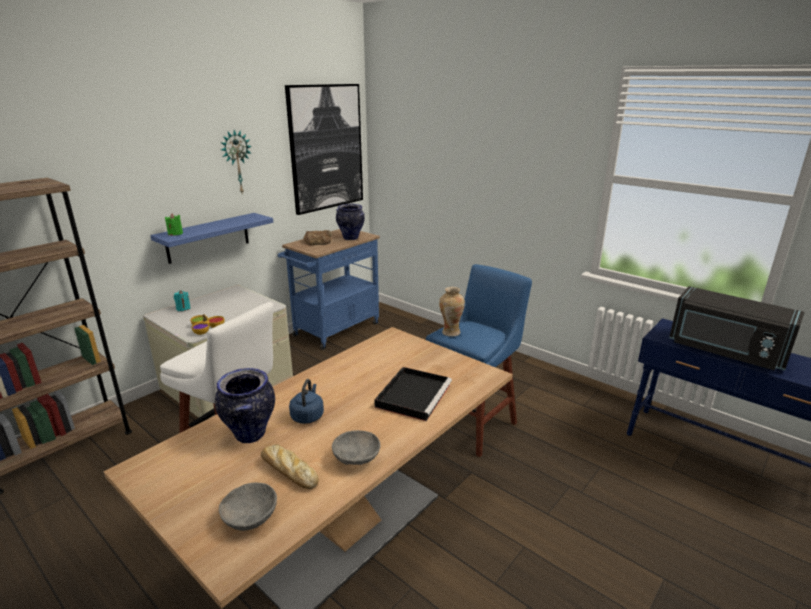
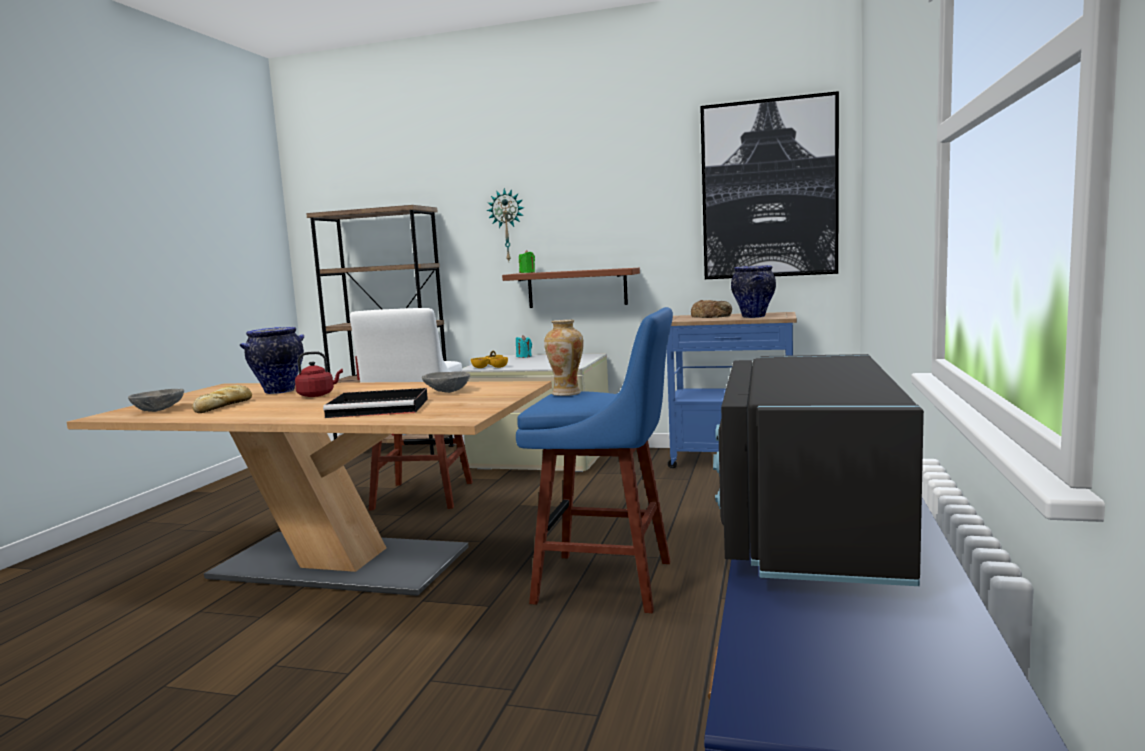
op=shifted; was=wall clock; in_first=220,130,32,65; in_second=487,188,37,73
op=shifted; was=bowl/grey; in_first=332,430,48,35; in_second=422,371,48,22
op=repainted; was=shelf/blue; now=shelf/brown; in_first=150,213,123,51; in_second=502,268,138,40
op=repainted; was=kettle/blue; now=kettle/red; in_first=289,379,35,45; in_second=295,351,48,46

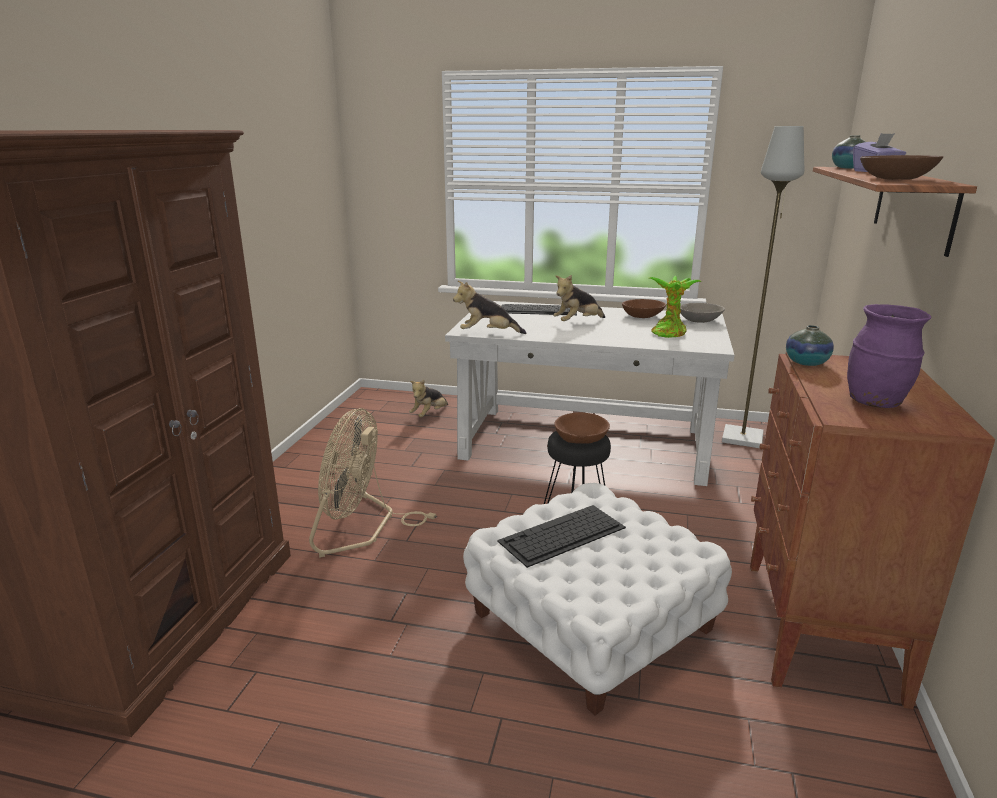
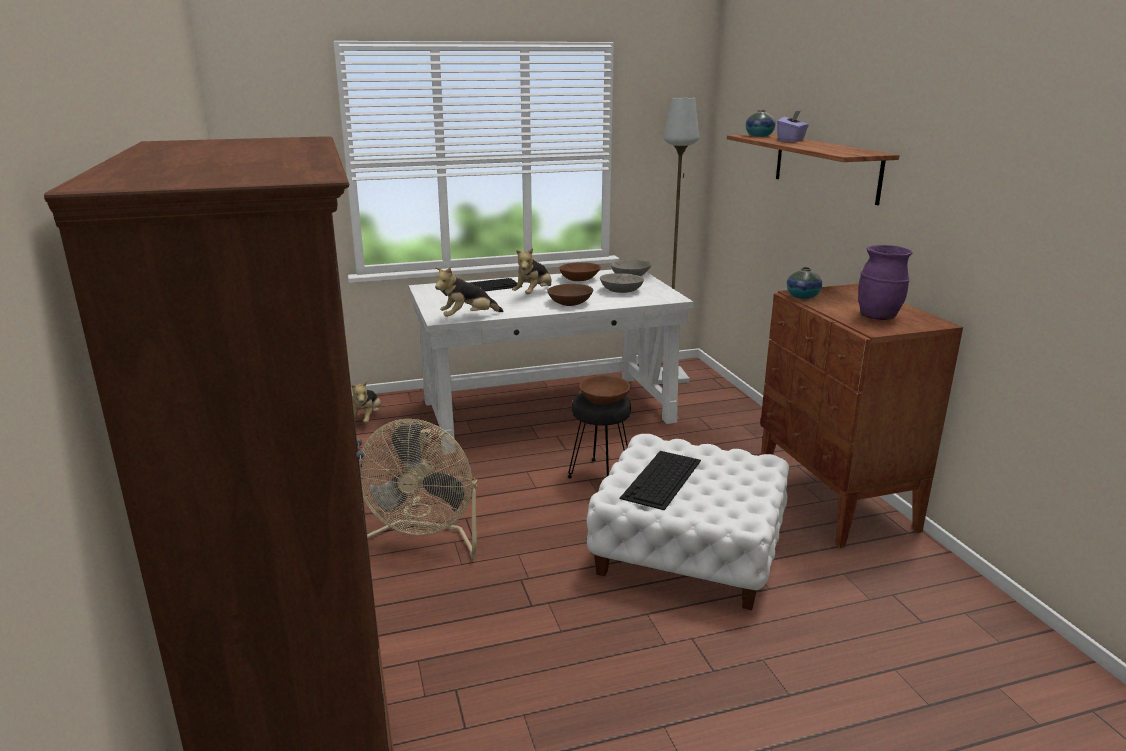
op=shifted; was=bowl/brown; in_first=860,155,83,25; in_second=547,284,46,22
op=swapped; was=potted plant; now=bowl/grey; in_first=649,276,53,62; in_second=600,273,44,20
op=rotated; was=fan/beige; in_first=309,408,129,150; in_second=359,419,119,140; clockwise=-60

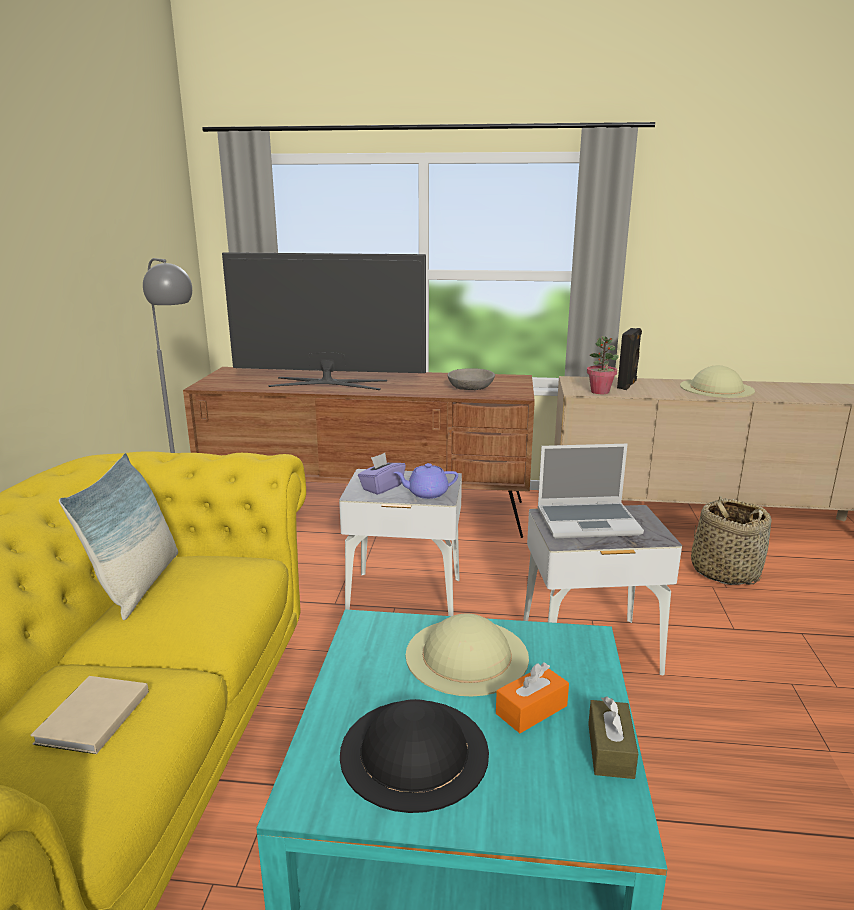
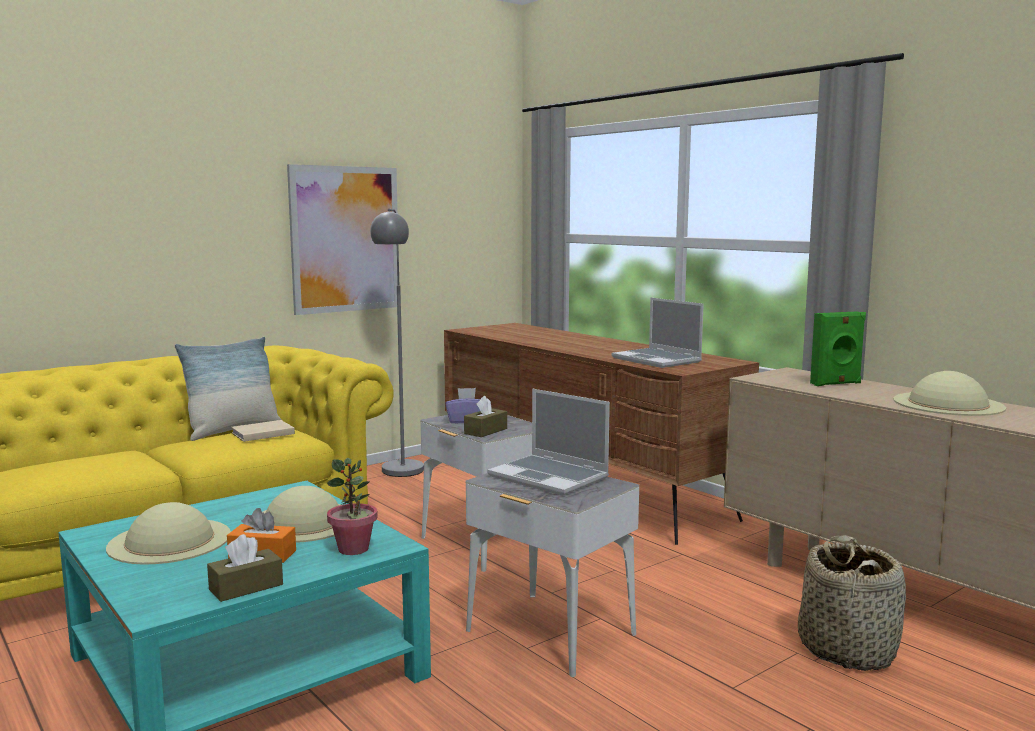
op=gone; was=television; in_first=222,252,204,138
op=new; now=picture; in_second=287,164,111,151
op=shifted; was=book/beige; in_first=30,676,119,78; in_second=231,420,64,22
op=shifted; was=potted plant; in_first=587,336,32,58; in_second=327,458,51,97
op=swapped; was=teapot/purple; now=tissue box/brown; in_first=394,463,64,36; in_second=464,396,43,41
op=swapped; was=bowl/grey; now=laptop; in_first=447,368,48,22; in_second=612,298,92,70
op=repainted; was=hat/black; now=hat/beige; in_first=340,699,149,114; in_second=106,502,125,63
op=repainted; was=speaker/black; now=speaker/green; in_first=617,328,25,62; in_second=810,311,56,75

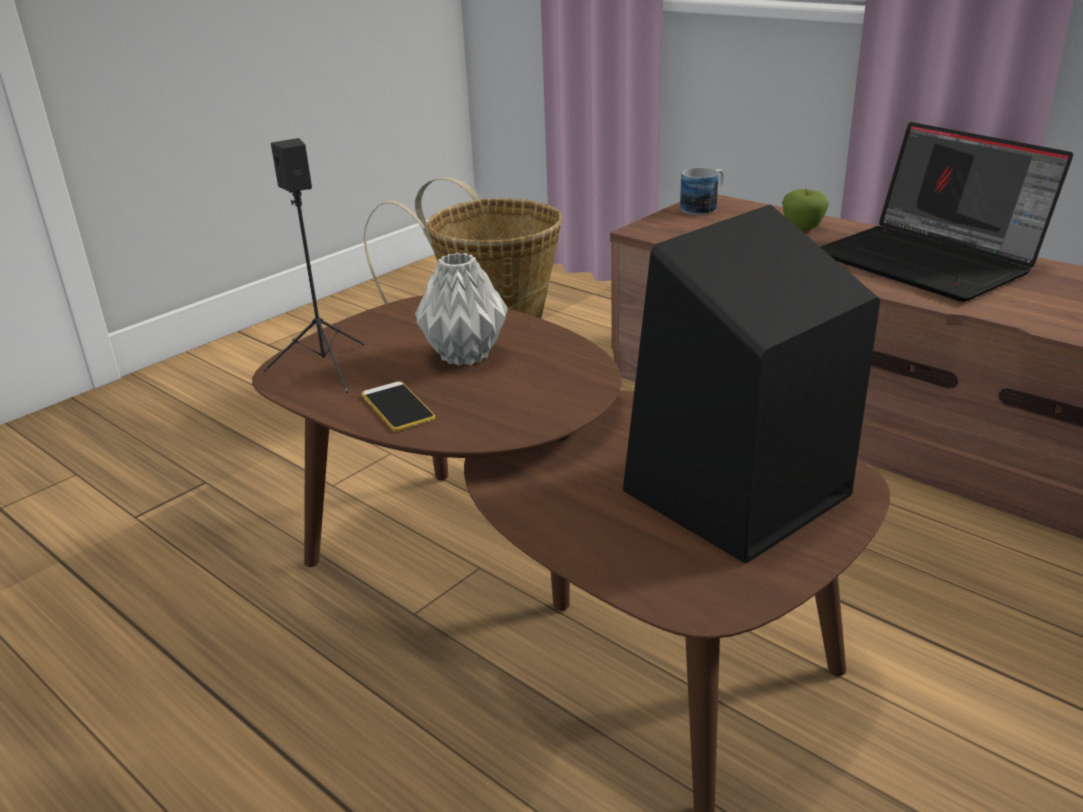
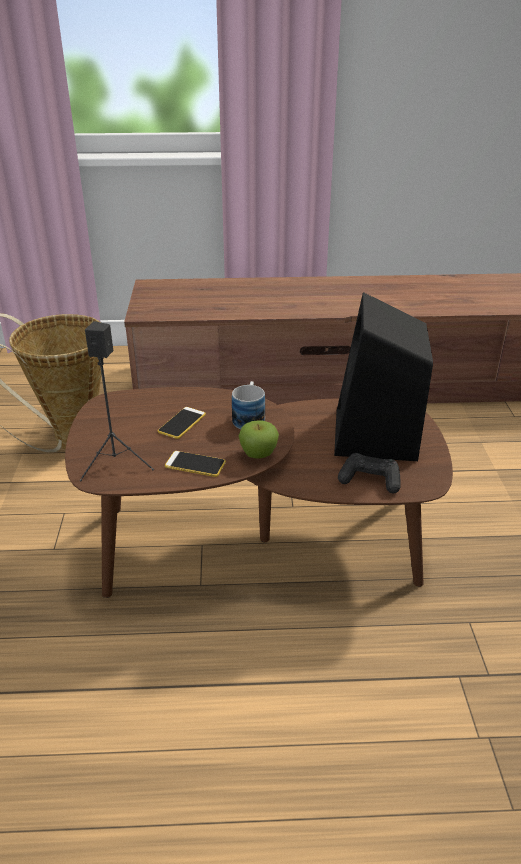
op=gone; was=laptop; in_first=820,122,253,180
op=new; now=game controller/black; in_second=338,453,62,40
op=shifted; was=mug; in_first=680,168,44,47; in_second=232,381,33,48
op=shifted; was=apple; in_first=782,189,47,42; in_second=239,421,40,38
op=swapped; was=vase/grey; now=phone; in_first=415,253,93,113; in_second=158,407,48,32

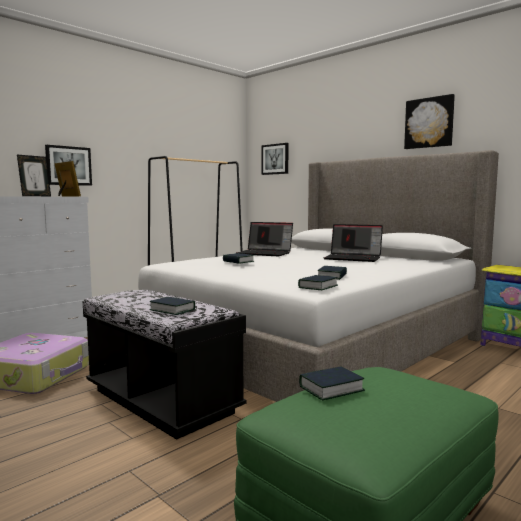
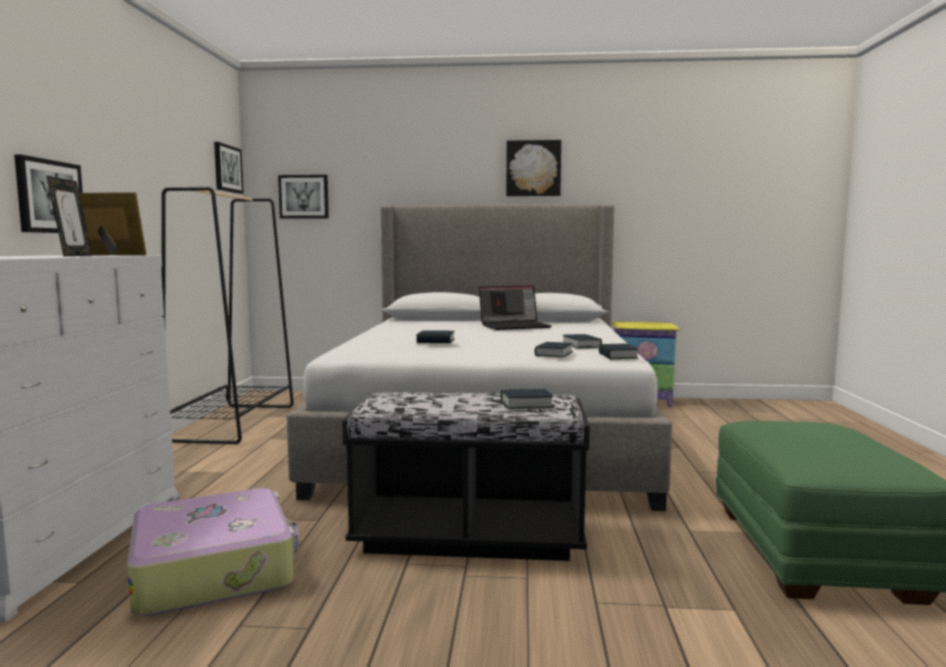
op=gone; was=laptop; in_first=236,222,57,34
op=new; now=picture; in_second=214,142,30,52
op=shifted; was=book; in_first=299,366,66,34; in_second=535,342,38,16

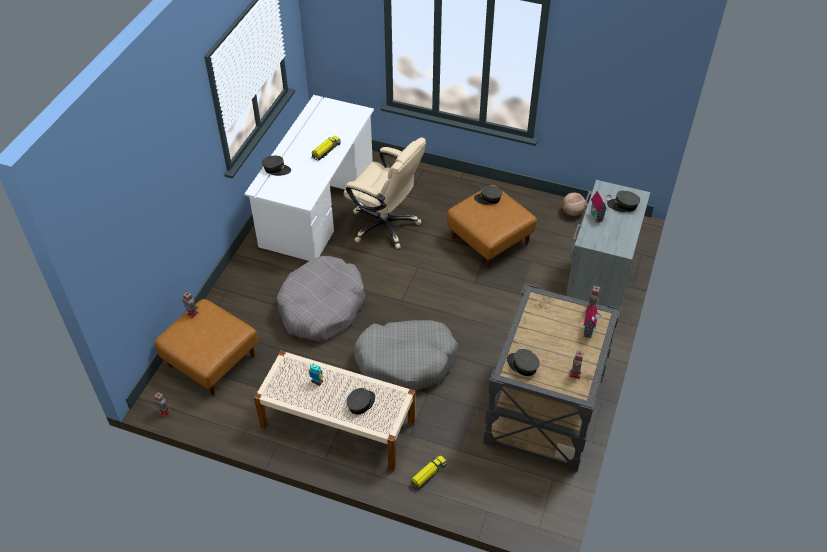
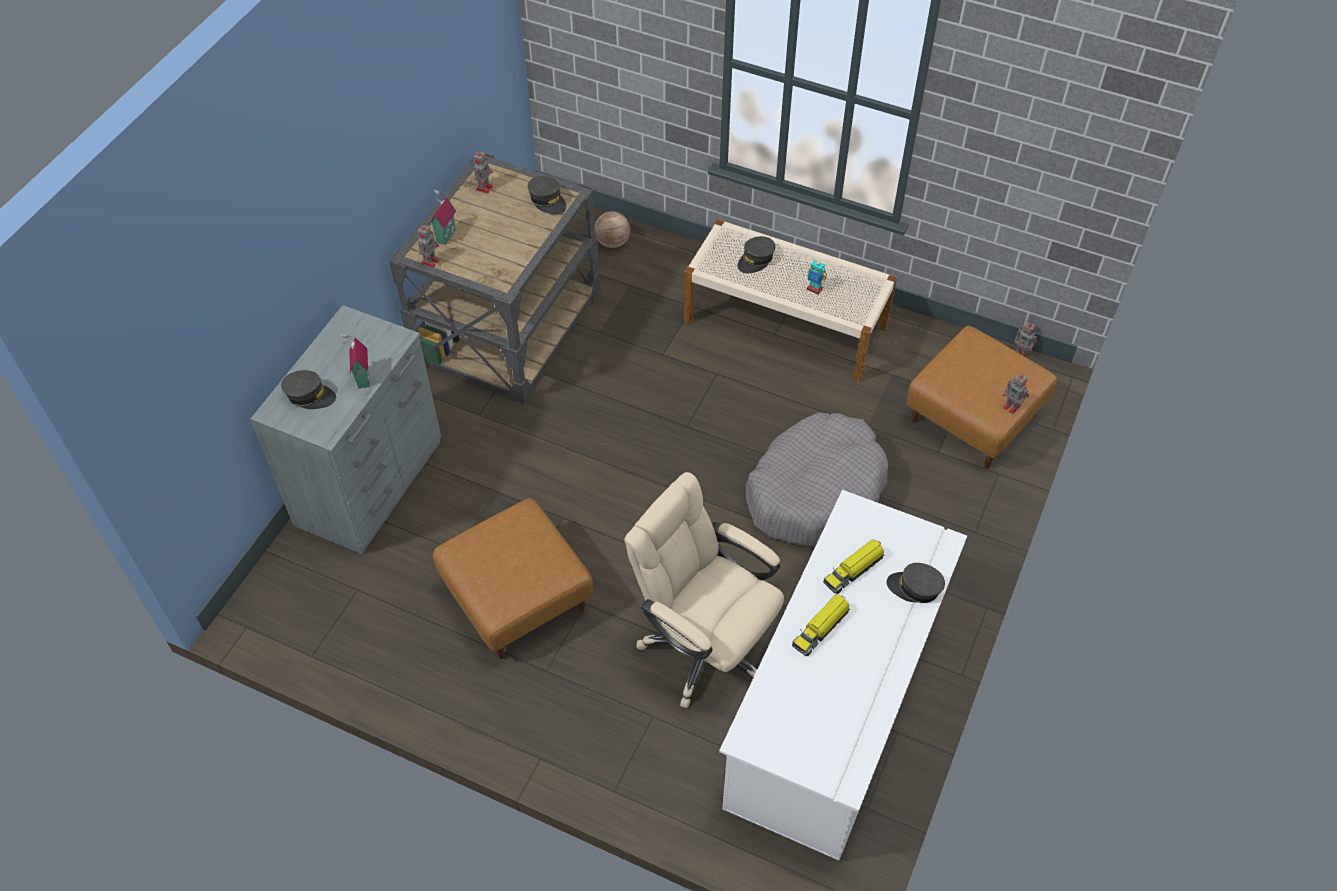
op=gone; was=dog bed/grey; in_first=354,320,104,71
op=gone; was=cap/grey; in_first=474,185,28,20
op=shifted; was=toy truck; in_first=410,455,37,35; in_second=823,539,62,55
op=shifted; was=basketball; in_first=562,192,24,24; in_second=595,212,35,36

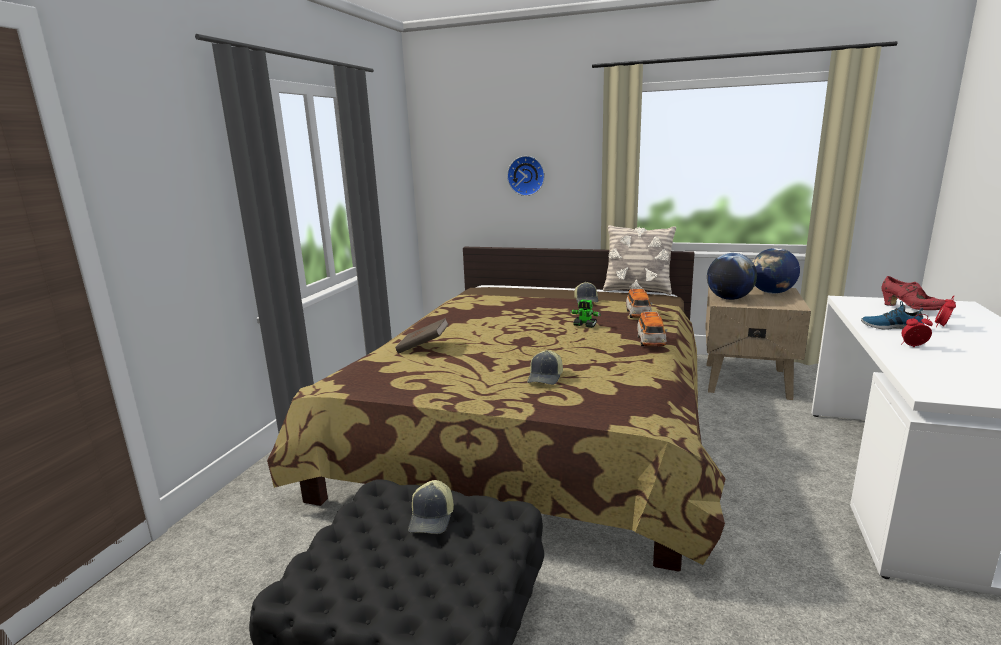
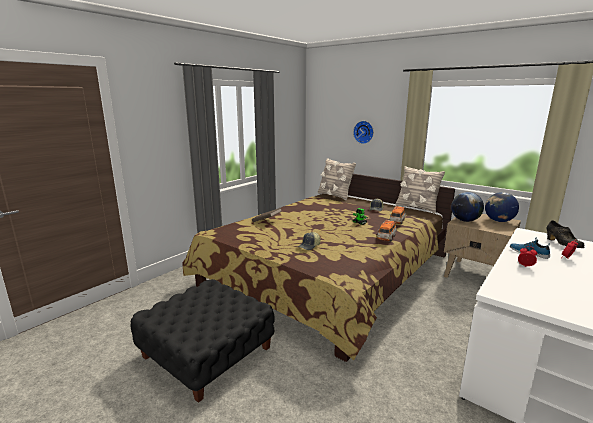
op=gone; was=cap; in_first=408,480,46,54
op=new; now=pillow/beige; in_second=318,158,38,42
op=repainted; was=shoe/red; now=shoe/black; in_first=882,276,64,34; in_second=547,220,37,28

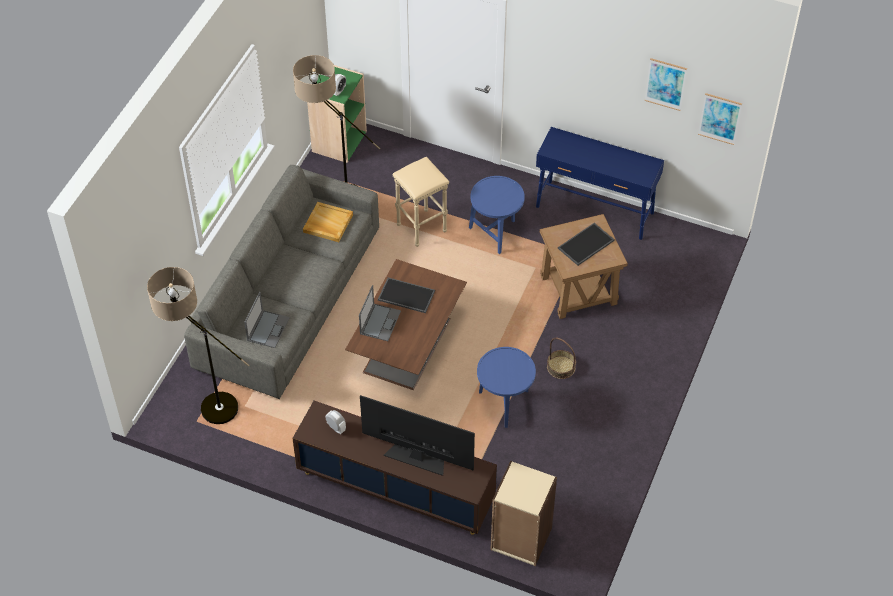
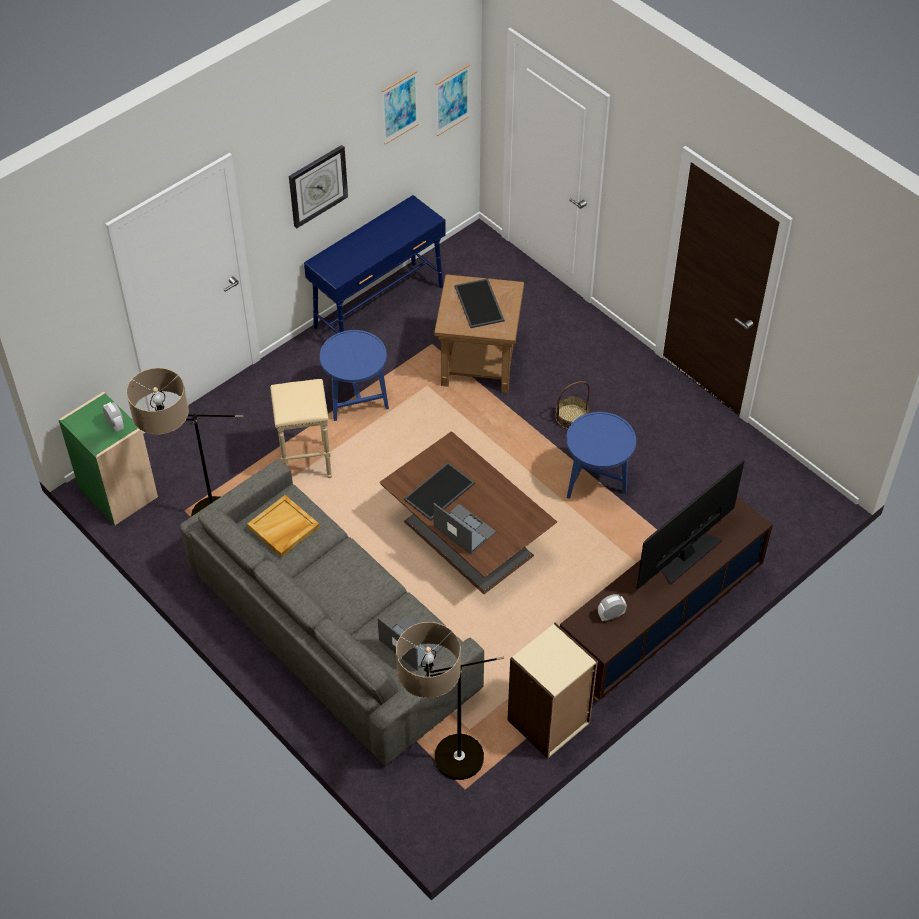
op=new; now=wall clock; in_second=289,145,59,83
op=shifted; was=bookcase/beige; in_first=490,461,67,105; in_second=507,623,91,136

